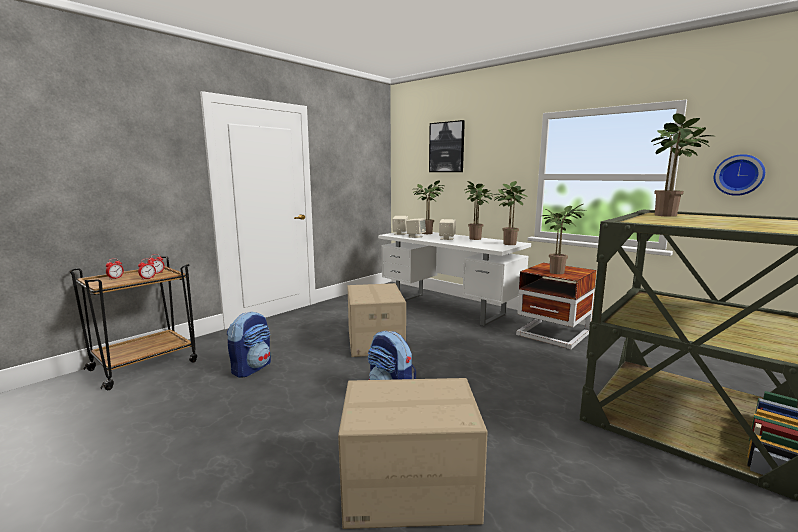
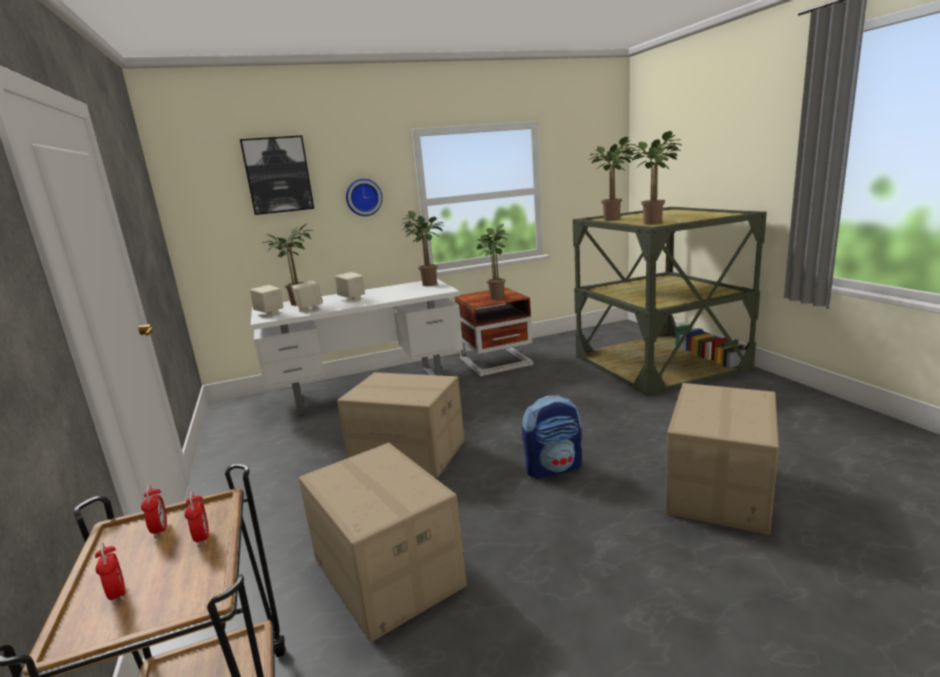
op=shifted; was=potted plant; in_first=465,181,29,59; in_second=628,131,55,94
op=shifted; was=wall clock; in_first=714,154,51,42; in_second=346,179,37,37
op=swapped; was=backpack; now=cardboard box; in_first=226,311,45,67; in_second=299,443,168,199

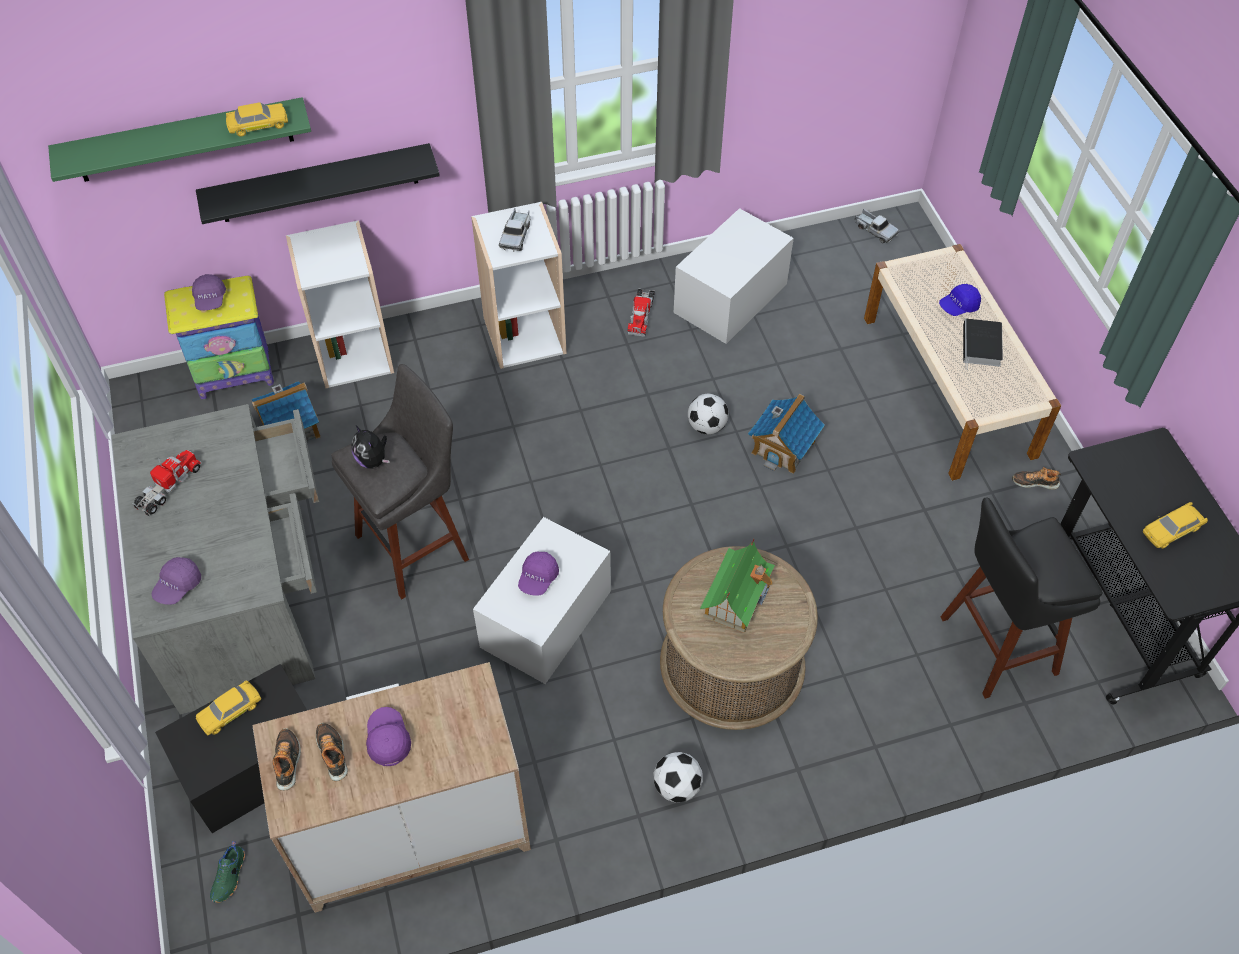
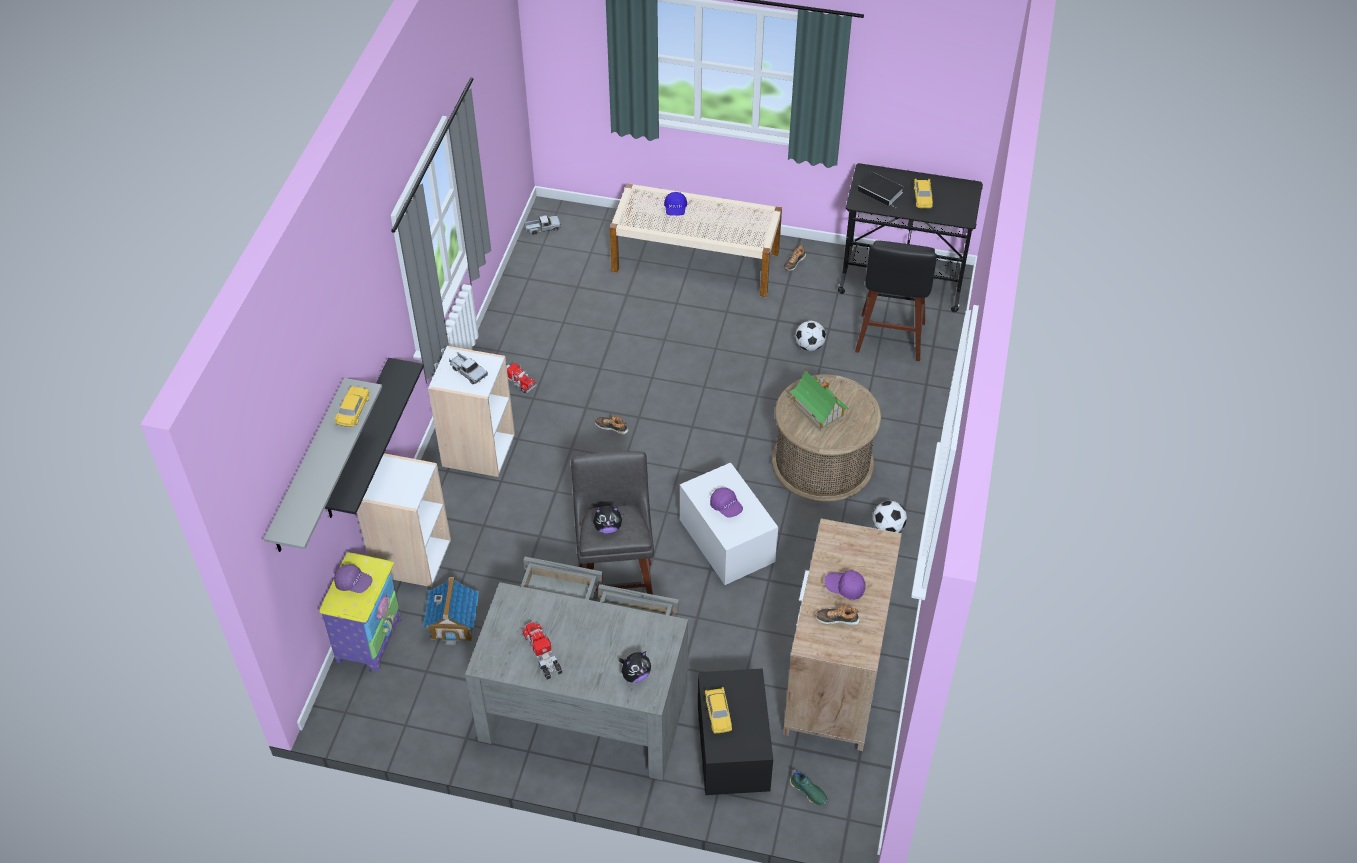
op=gone; was=storage box/white; in_first=674,208,120,136
op=gone; was=toy house; in_first=748,394,77,80
op=shifted; was=shoe; in_first=272,728,29,63; in_second=595,415,34,20
op=shifted; was=football; in_first=688,394,41,41; in_second=795,321,31,30
op=shifted; was=book; in_first=963,318,40,53; in_second=858,172,46,36
op=swapped; was=cap/purple; now=plush toy; in_first=152,557,49,48; in_second=619,651,32,32
op=repainted; was=shelf/green; now=shelf/grey; in_first=48,97,263,85; in_second=264,378,118,174

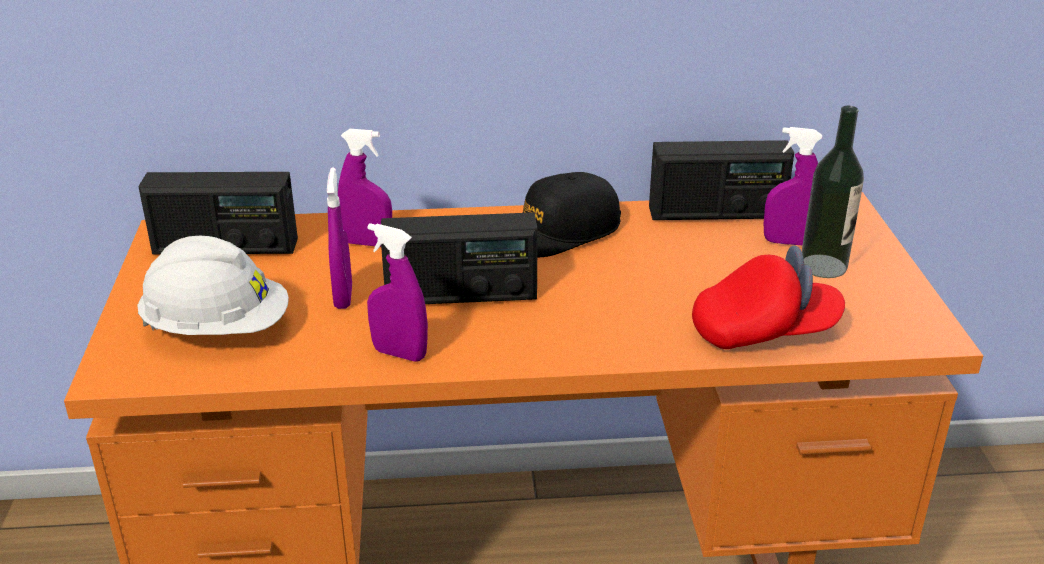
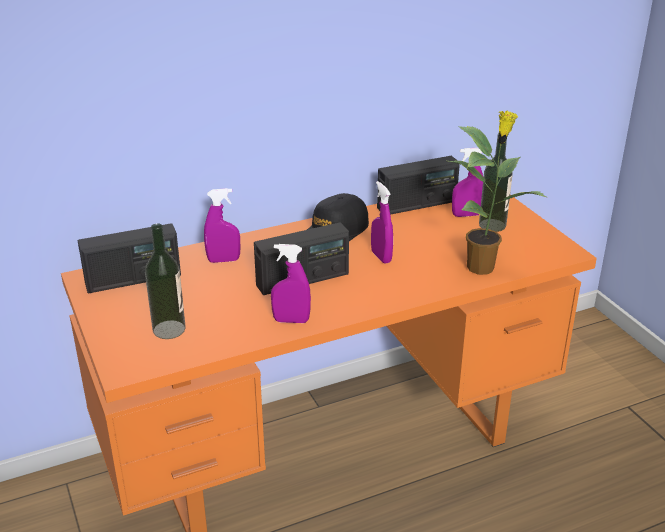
op=shifted; was=spray bottle/purple; in_first=327,167,25,142; in_second=371,181,22,83
op=swapped; was=hard hat/white; now=bottle; in_first=137,236,152,99; in_second=145,223,41,116
op=swapped; was=cap/red; now=potted plant; in_first=692,245,153,104; in_second=448,110,98,165

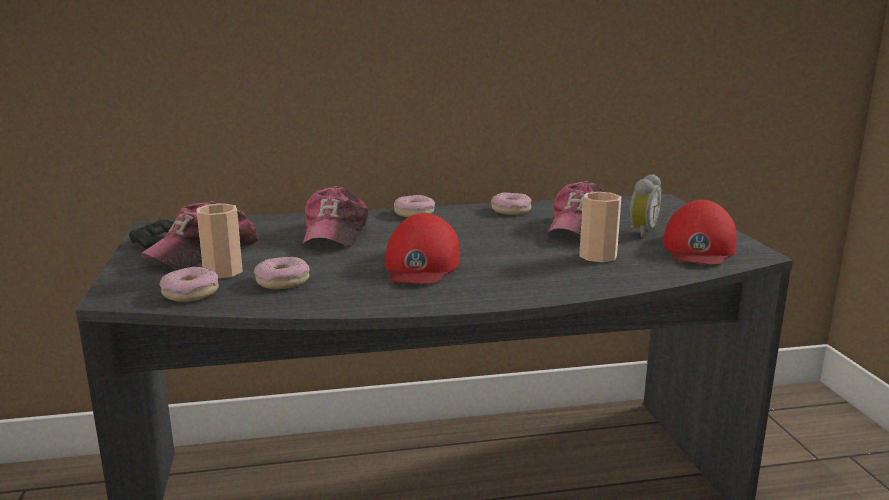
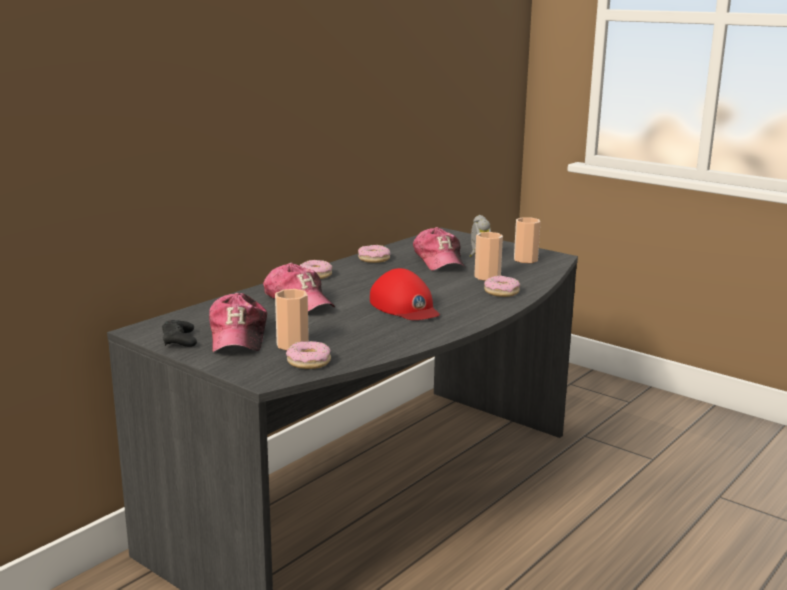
op=shifted; was=donut; in_first=254,257,56,32; in_second=484,276,36,21
op=swapped; was=cap/red; now=cup; in_first=663,200,74,65; in_second=514,217,26,46

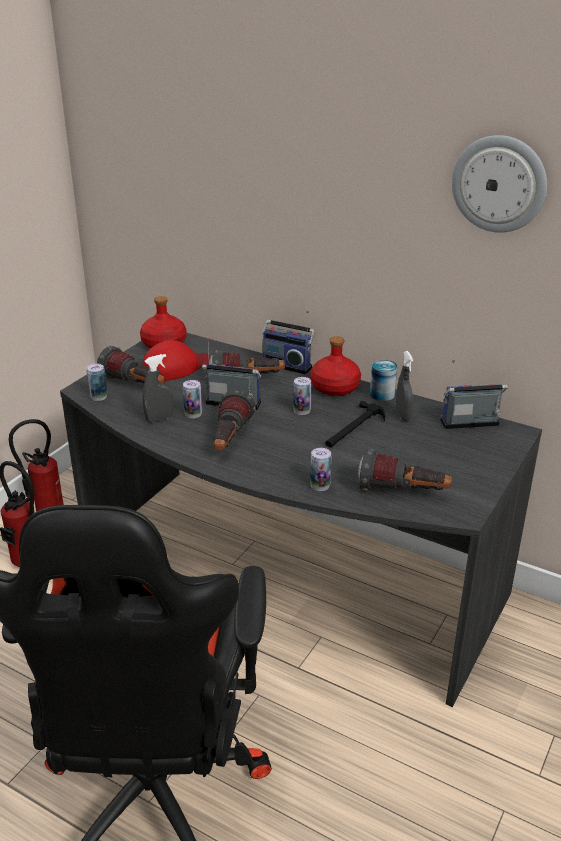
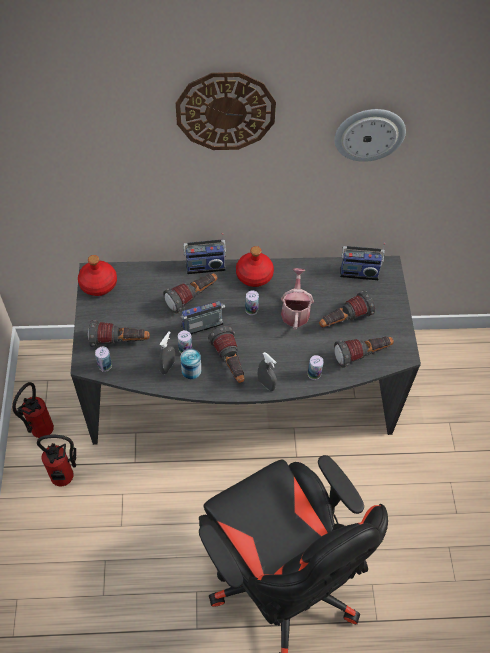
op=gone; was=cap/red; in_first=143,340,67,41
op=new; now=wall clock; in_second=176,72,100,78
op=new; now=flashlight; in_second=319,291,56,36
op=shifted; was=can; in_first=370,360,27,41; in_second=181,348,20,31
op=shifted; was=spray bottle/grey; in_first=396,351,17,70; in_second=258,352,19,39
op=swapped; was=hammer; now=watering can; in_first=325,401,60,46; in_second=281,268,33,62
op=rotated; was=radio; in_first=440,360,68,69; in_second=340,243,45,37; clockwise=-135

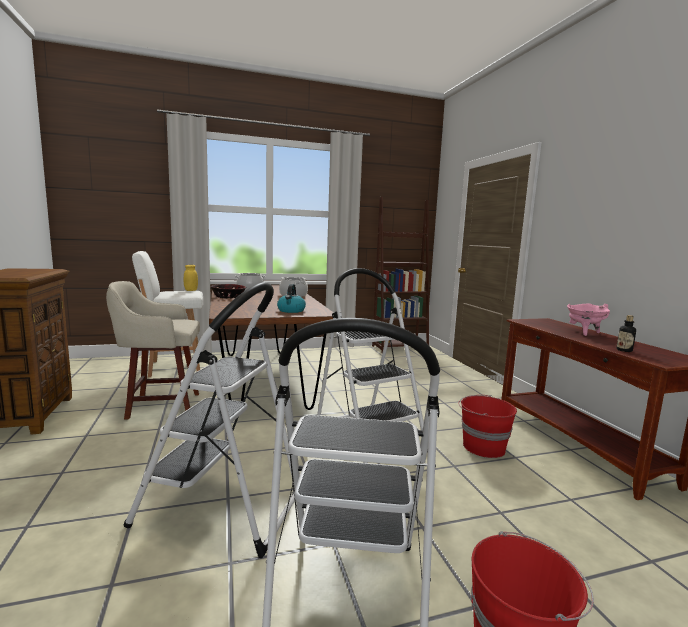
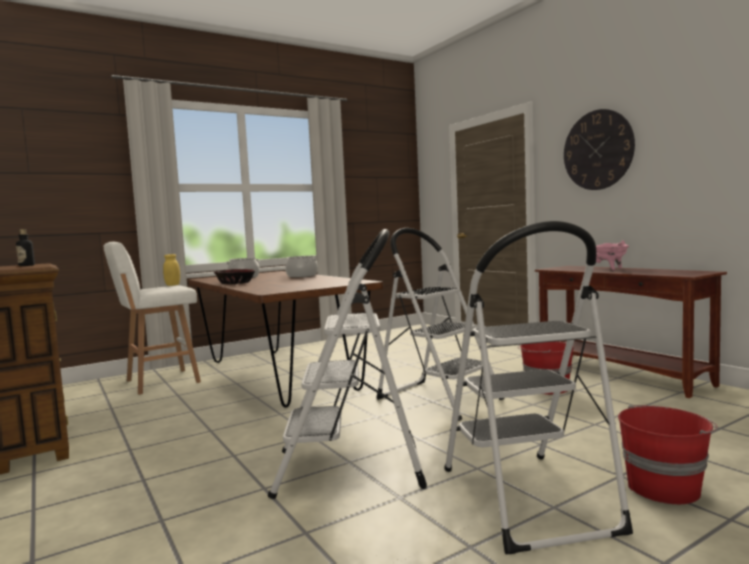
op=gone; was=stool/beige; in_first=106,281,94,139
op=gone; was=kettle; in_first=277,284,29,29
op=gone; was=bookcase/brown; in_first=372,197,57,156
op=new; now=wall clock; in_second=564,109,71,81
op=shifted; was=bottle; in_first=617,315,19,37; in_second=16,229,19,37

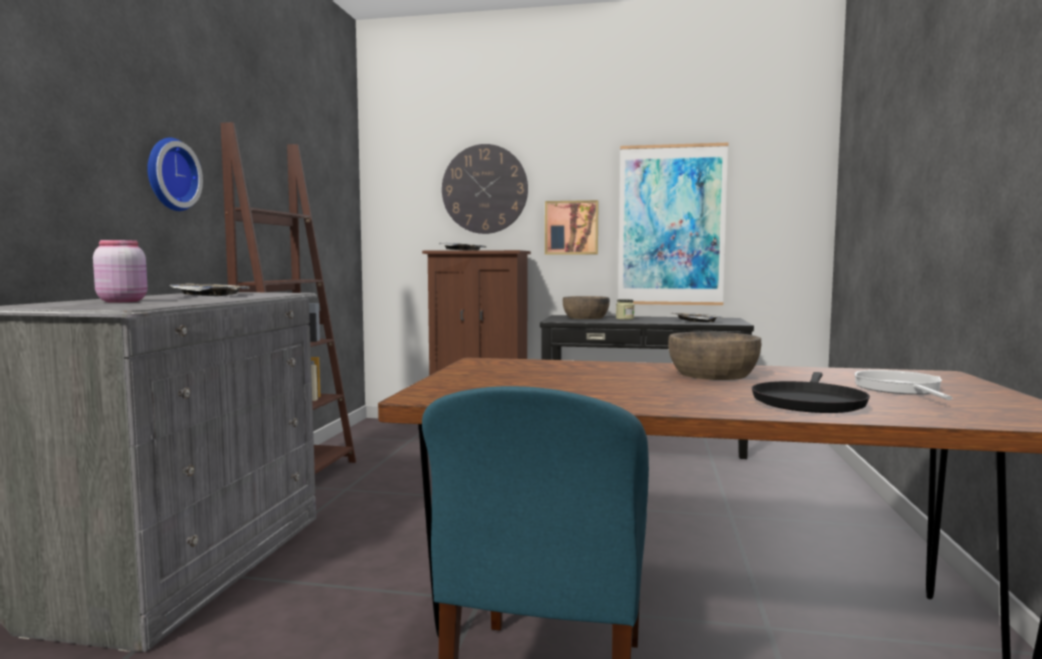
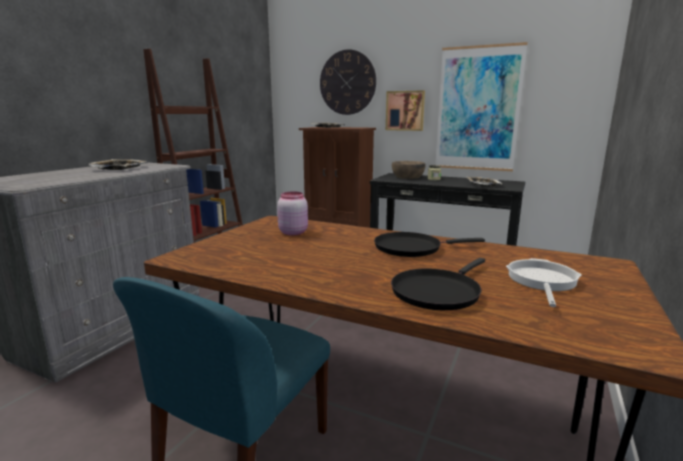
op=gone; was=wall clock; in_first=147,138,56,73
op=shifted; was=jar/pink; in_first=93,240,55,63; in_second=277,191,31,44
op=swapped; was=bowl/brown; now=frying pan/black; in_first=668,332,93,48; in_second=374,232,111,25

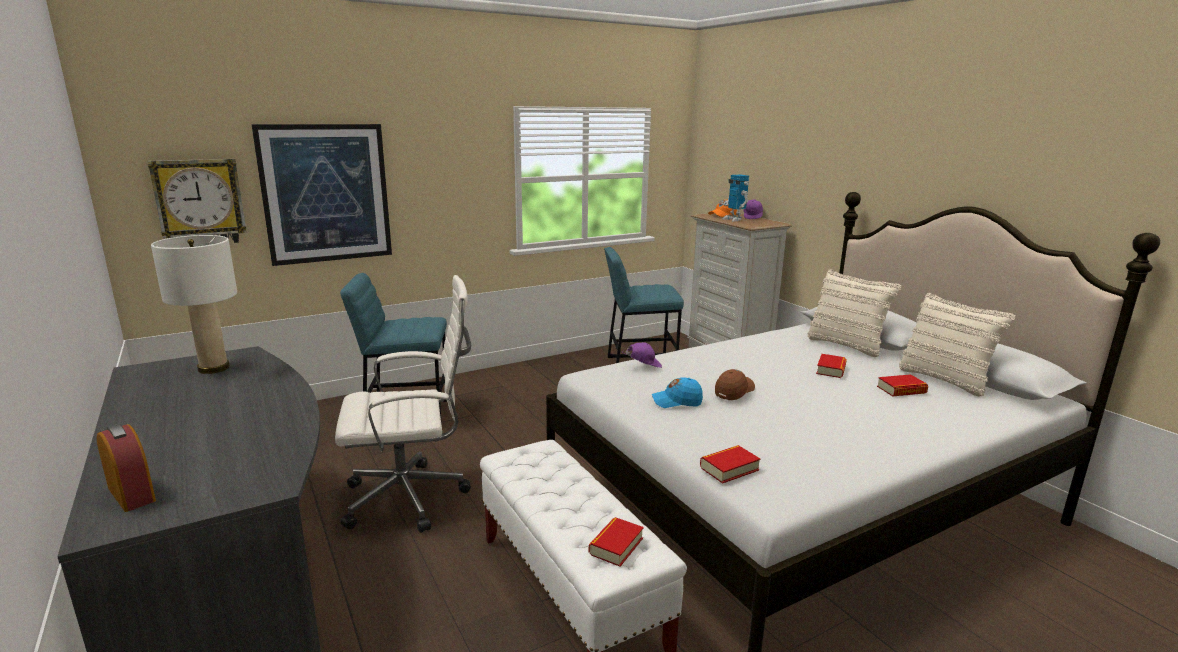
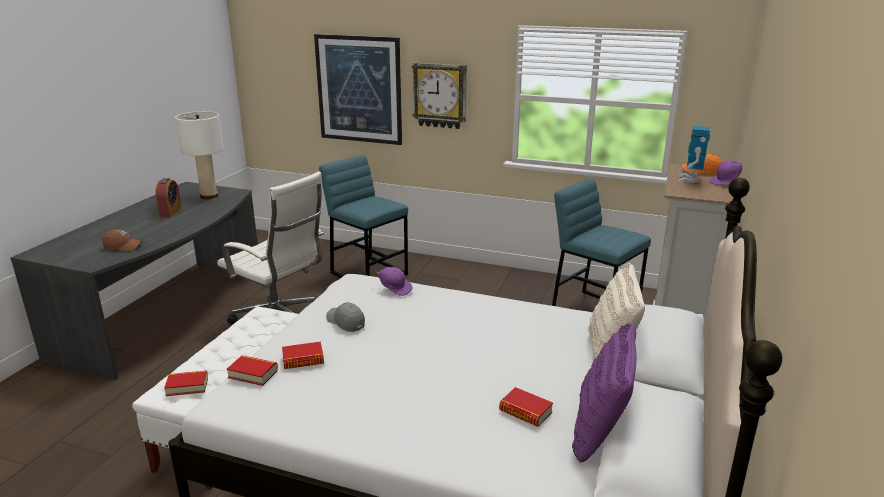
op=shifted; was=alarm clock; in_first=97,424,59,88; in_second=156,178,26,39
op=shifted; was=wall clock; in_first=148,159,98,84; in_second=412,62,55,67
op=shifted; was=cap/brown; in_first=715,369,40,31; in_second=102,229,41,22
op=shifted; was=book; in_first=816,354,31,24; in_second=282,342,42,27
op=repainted; was=cap/blue; now=cap/grey; in_first=652,377,51,31; in_second=326,302,39,30
op=repainted; was=pillow/beige; now=pillow/purple; in_first=899,293,117,103; in_second=572,323,64,139

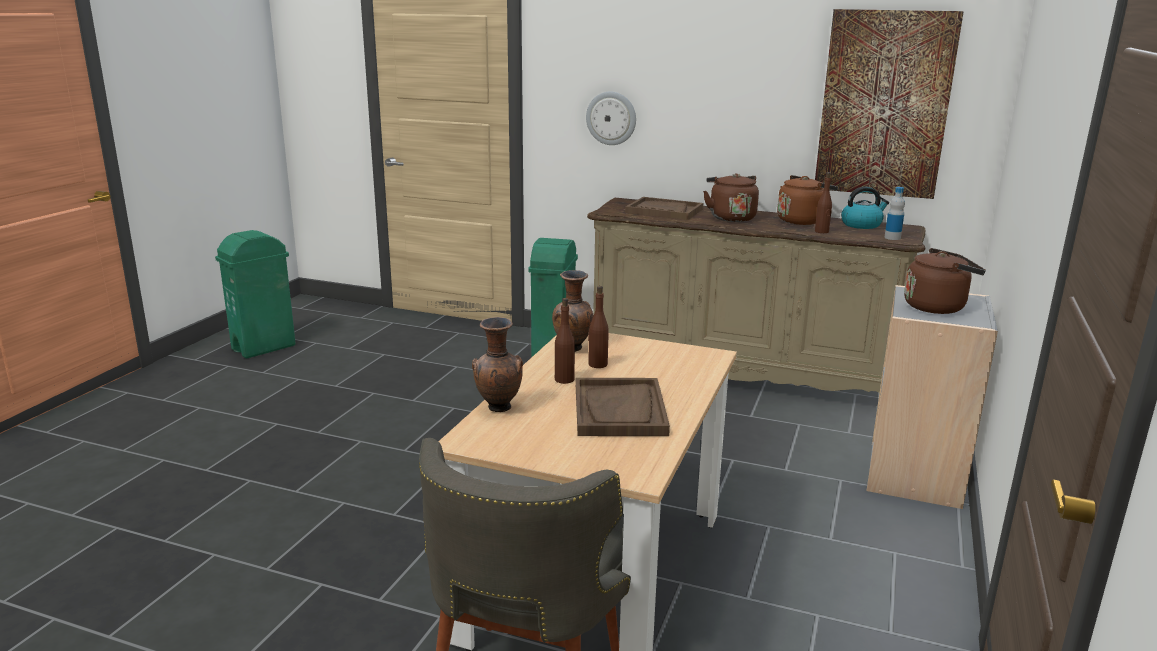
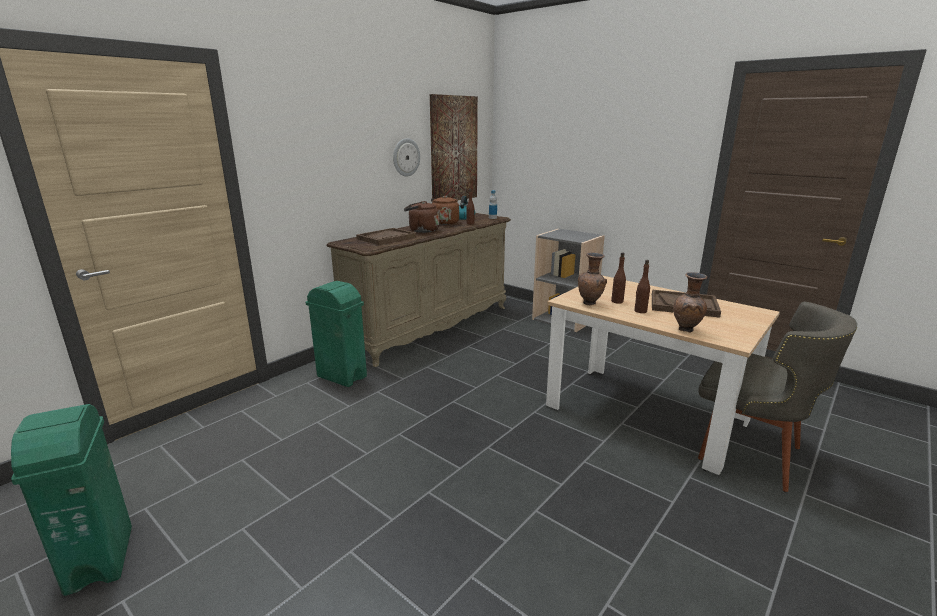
op=gone; was=kettle/brown; in_first=904,248,82,66
op=shifted; was=wall clock; in_first=586,92,50,53; in_second=393,138,27,38

